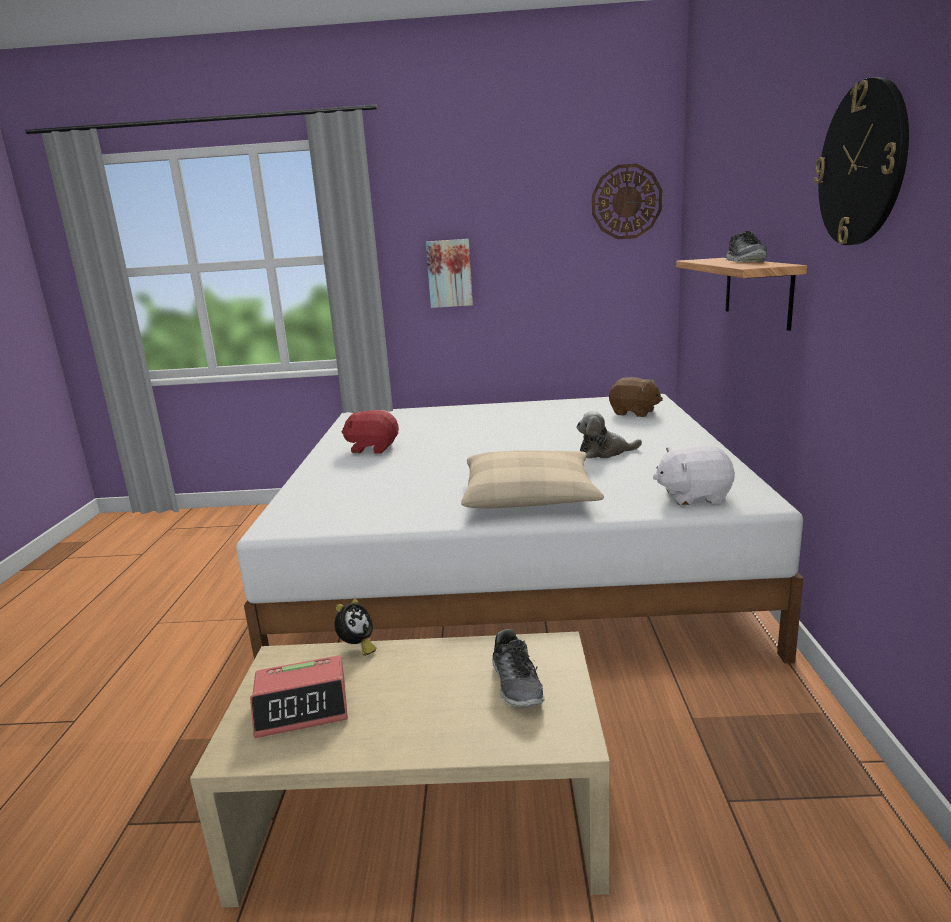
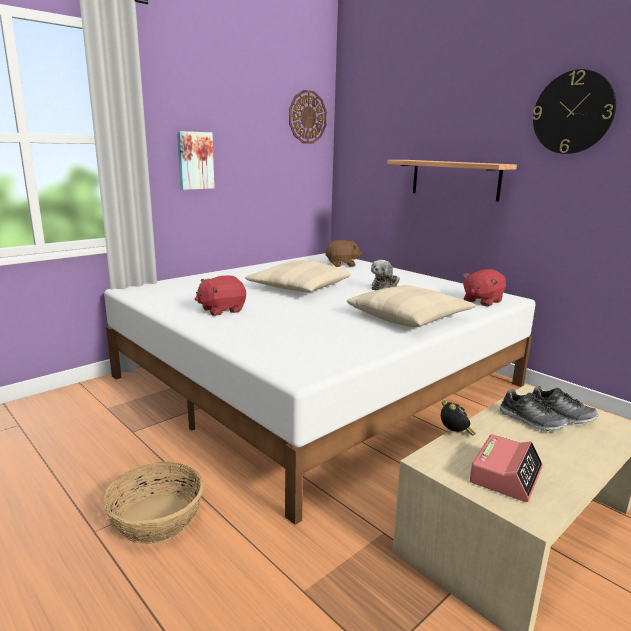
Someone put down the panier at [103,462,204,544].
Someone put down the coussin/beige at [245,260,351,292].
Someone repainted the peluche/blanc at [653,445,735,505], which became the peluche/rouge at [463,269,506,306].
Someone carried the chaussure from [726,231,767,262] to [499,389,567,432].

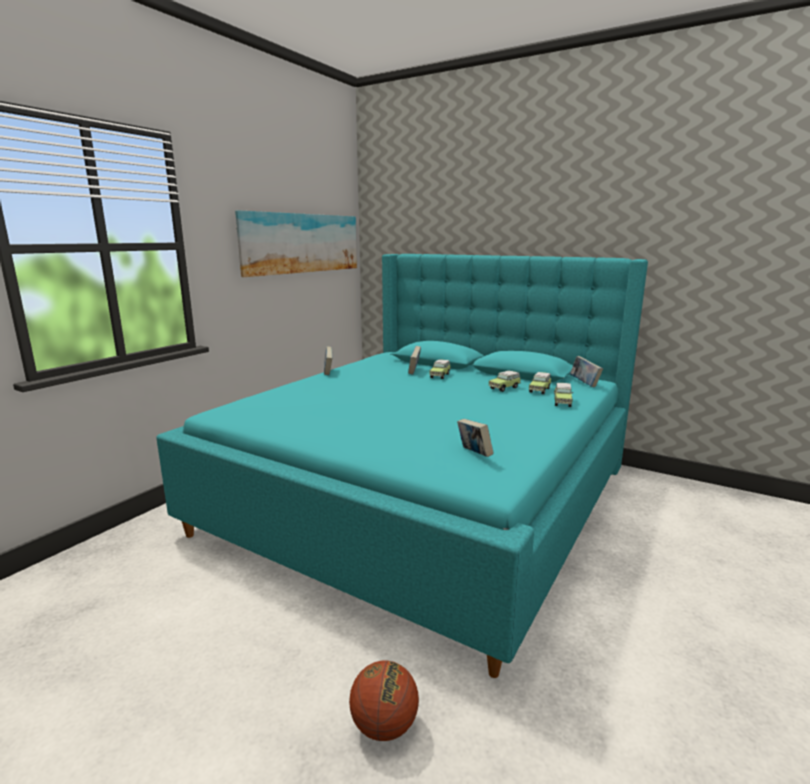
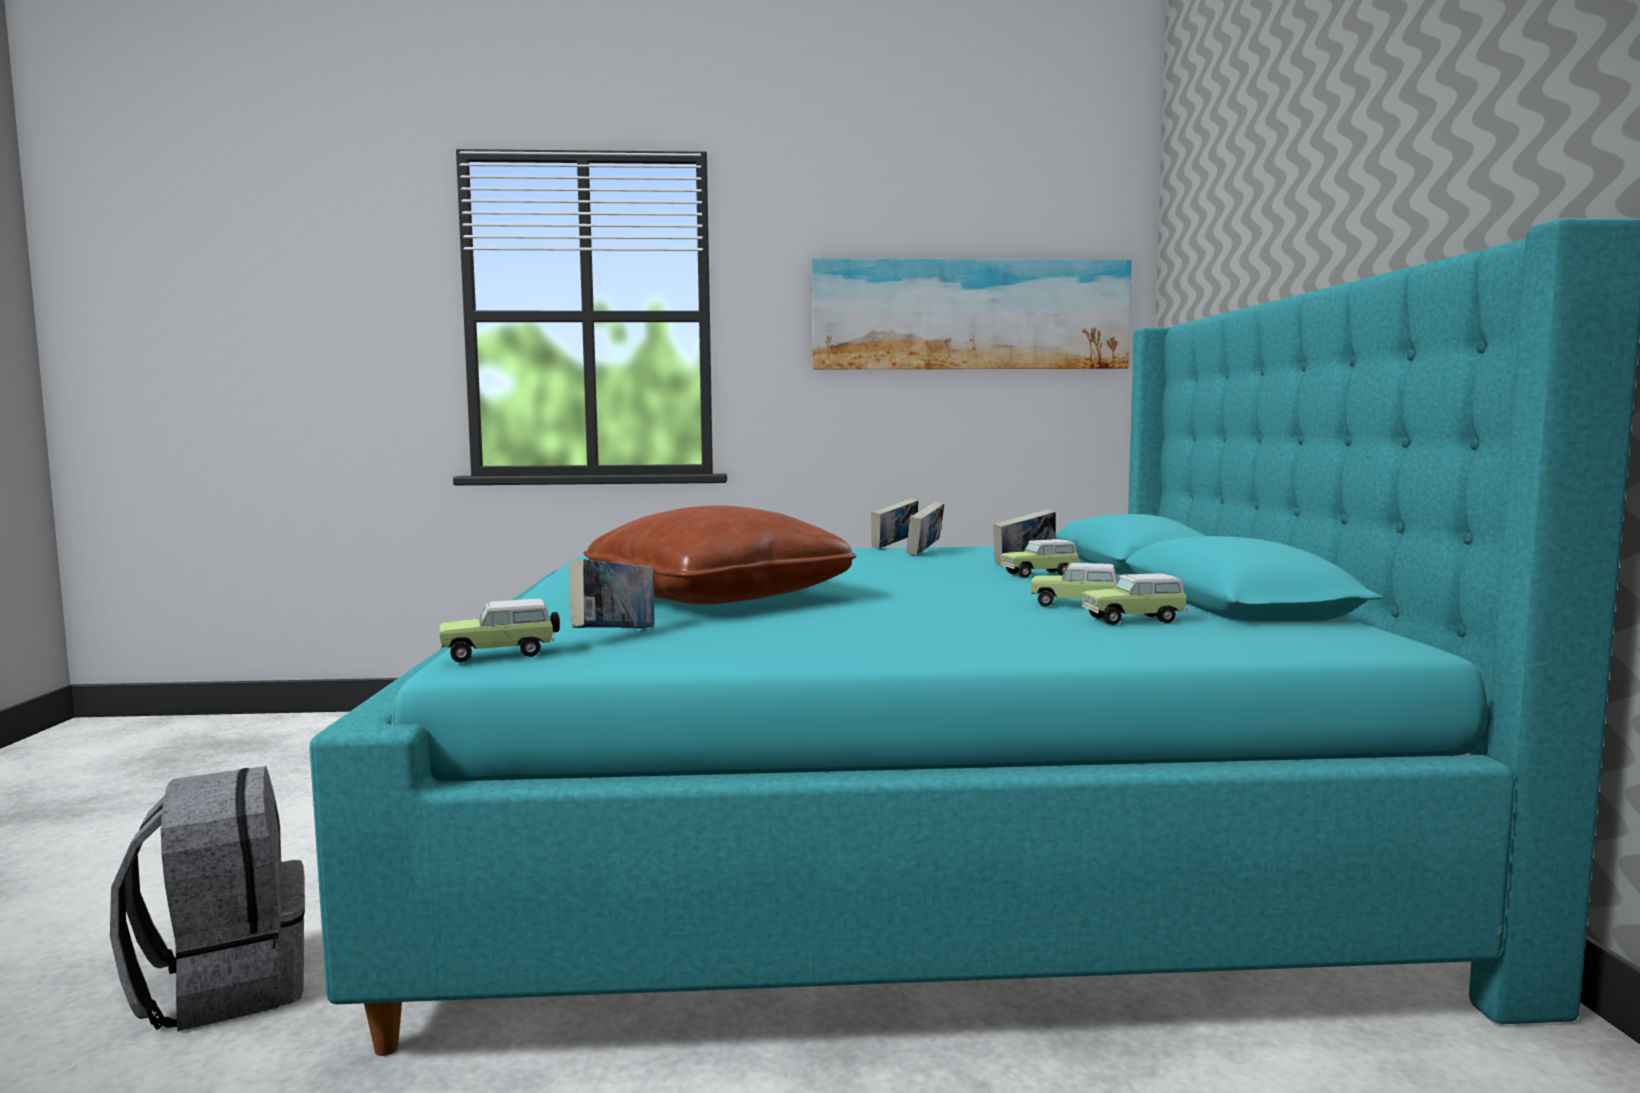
Someone swapped the ballon de basket at [349,661,419,741] for the sac à dos/gris at [110,766,305,1032].
Someone carried the petite voiture from [554,383,573,407] to [440,599,560,663].
Someone put down the coussin/marron at [583,505,856,604].
Someone carried the livre from [570,356,603,387] to [907,501,944,556].

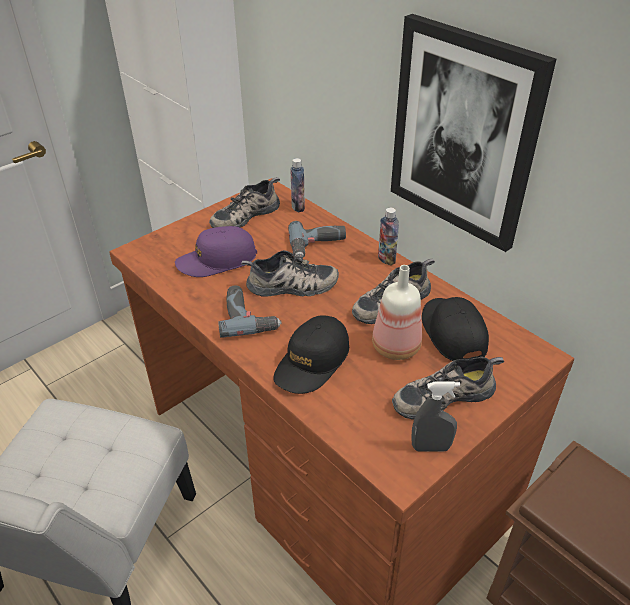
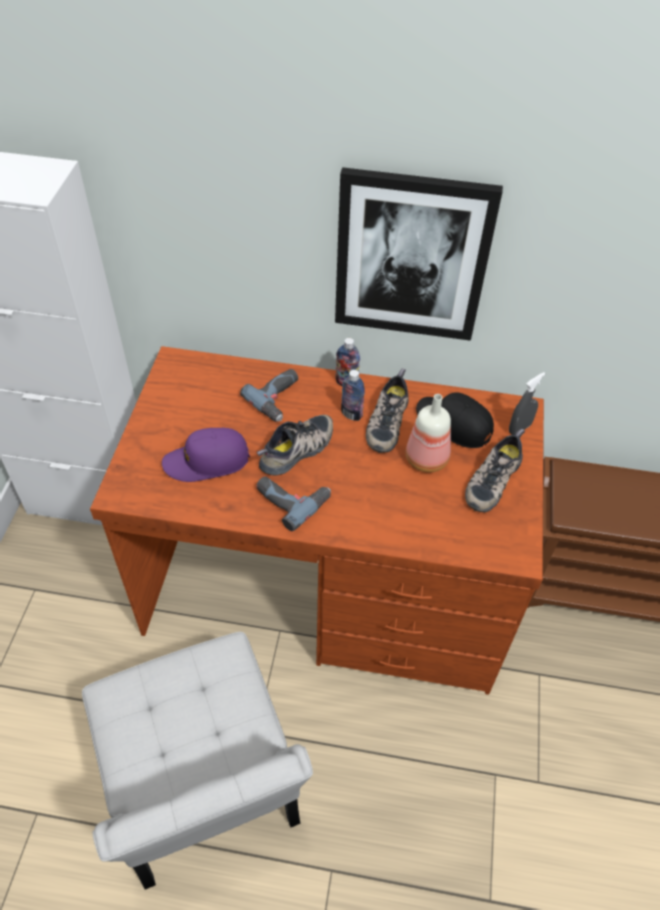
Someone rotated the casquette/violet at [175,226,257,277] by 45 degrees clockwise.
Someone carried the bouteille from [290,158,305,212] to [341,370,365,421].
Someone carried the vaporisateur/gris from [411,381,460,452] to [509,372,545,435].
Someone took away the chaussure at [209,177,280,228].
Someone took away the casquette/noir at [273,315,349,394].

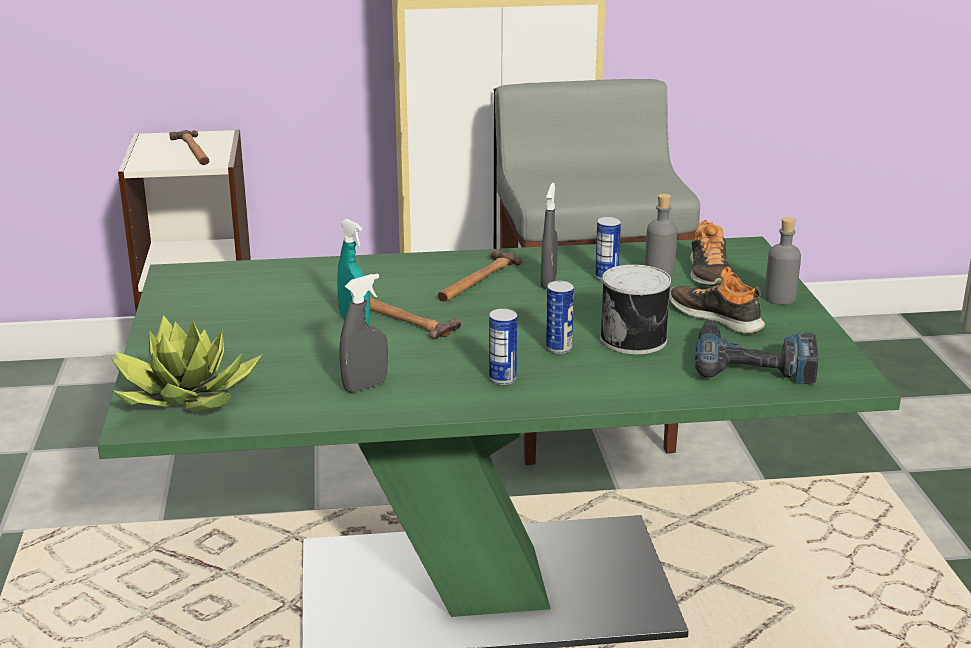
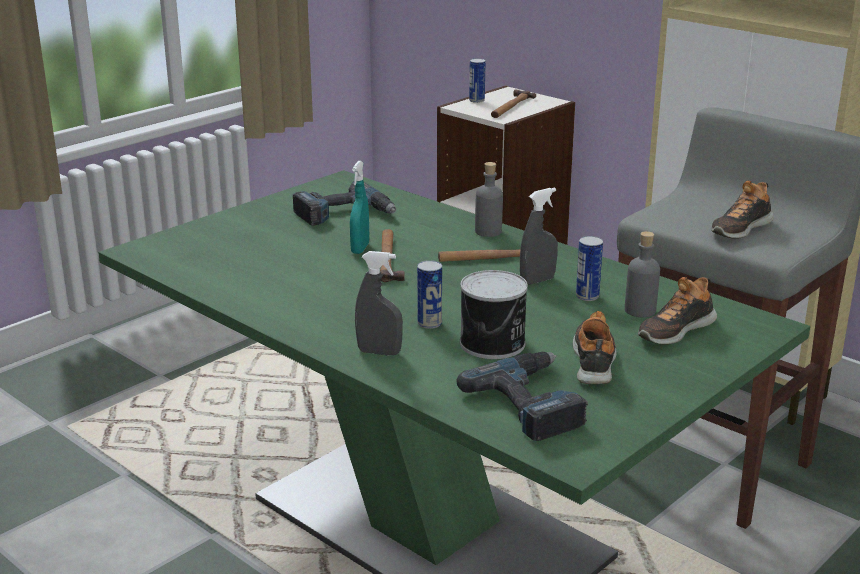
Someone put down the perceuse at [293,181,396,225].
Someone carried the vaporisateur/gris from [340,273,388,393] to [355,251,403,356].
Someone carried the boîte métallique from [489,309,517,385] to [469,58,486,103].
Someone carried the bouteille/gris from [764,217,801,305] to [475,162,503,237].
Someone put down the chaussure at [711,181,774,239].
Someone took away the plante en pot at [111,315,262,413].

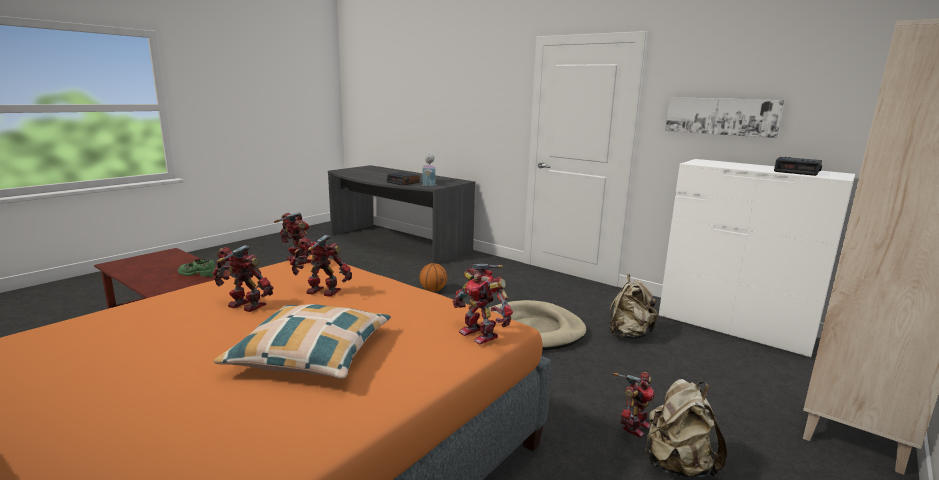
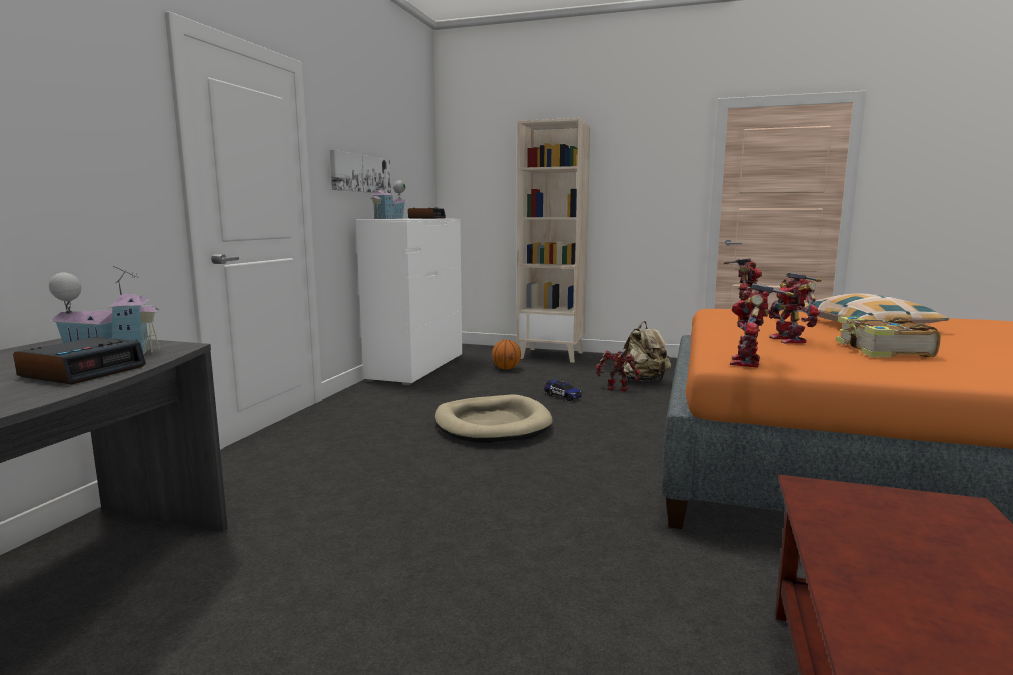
Someone put down the maison miniature at [371,178,406,219].
Someone carried the ballon de basket from [419,263,447,292] to [492,340,521,370].
Someone put down the petite voiture at [544,380,582,401].
Someone swapped the robot jouet at [213,245,273,312] for the livre at [836,317,941,357].
Someone took away the chaussure/vert at [178,259,216,277].
Someone took away the sac à dos/beige at [609,274,658,339].

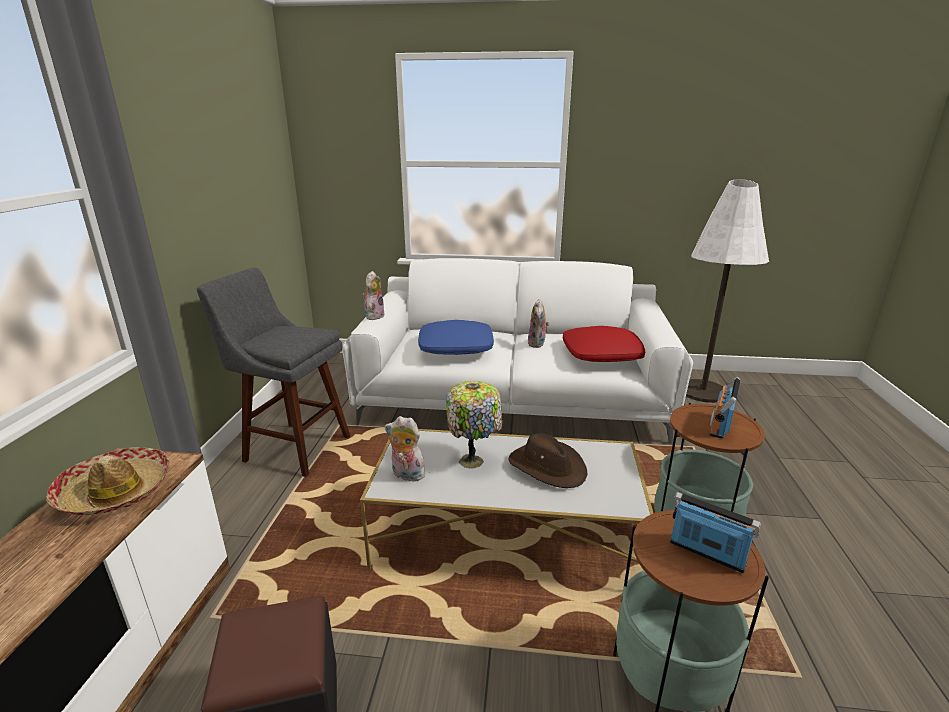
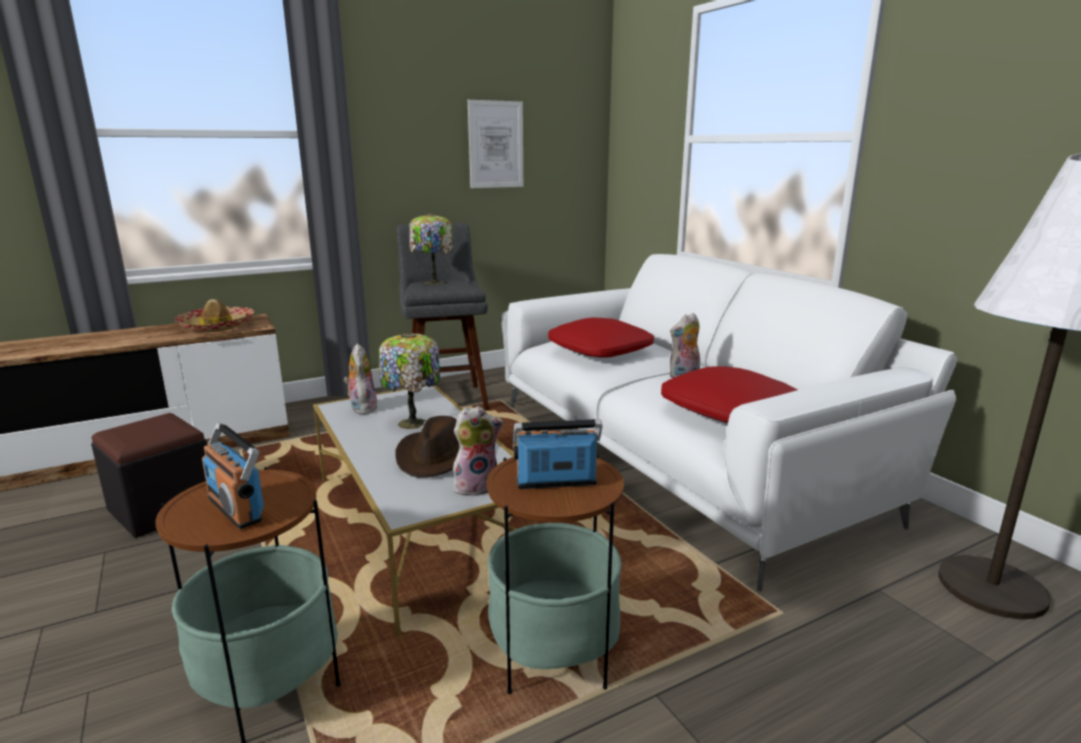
Someone rotated the radio at [670,492,761,573] by 135 degrees clockwise.
Someone put down the lampe de table at [409,213,453,284].
Someone carried the peluche from [362,271,384,320] to [453,406,503,498].
Someone put up the tableau at [468,100,523,188].
Someone repainted the coussin/bleu at [418,320,494,355], which became the coussin/rouge at [548,317,654,358].

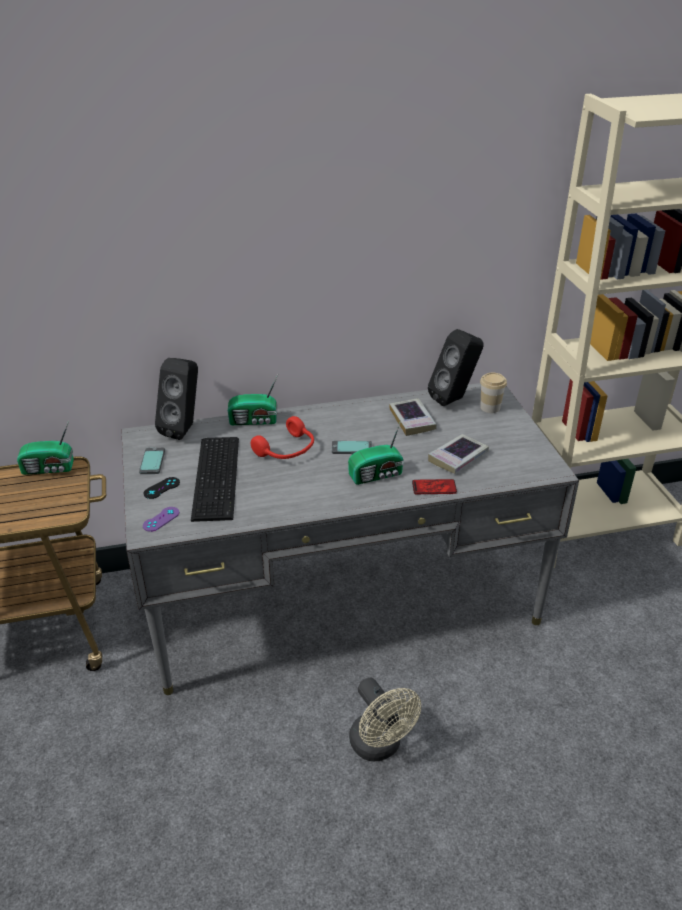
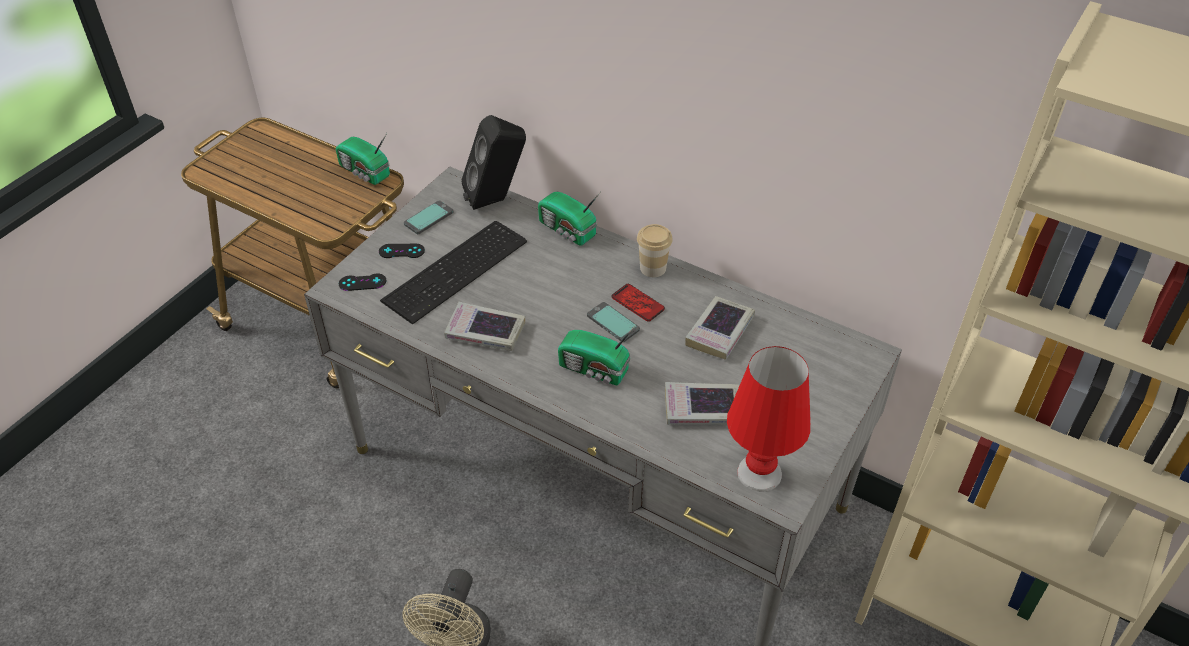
Someone repainted the manette/violet at [143,507,179,532], which became the manette/noir at [339,273,386,291].
Someone put down the livre at [444,302,525,351].
Someone carried the téléphone from [412,479,457,494] to [612,284,665,322].
Someone carried the tasse from [480,373,507,413] to [637,224,673,277].
Someone put down the lampe de table/rouge at [727,346,811,492].
Someone took away the casque audio/rouge at [251,416,314,459].
Someone took away the enceinte/noir at [428,329,484,406].

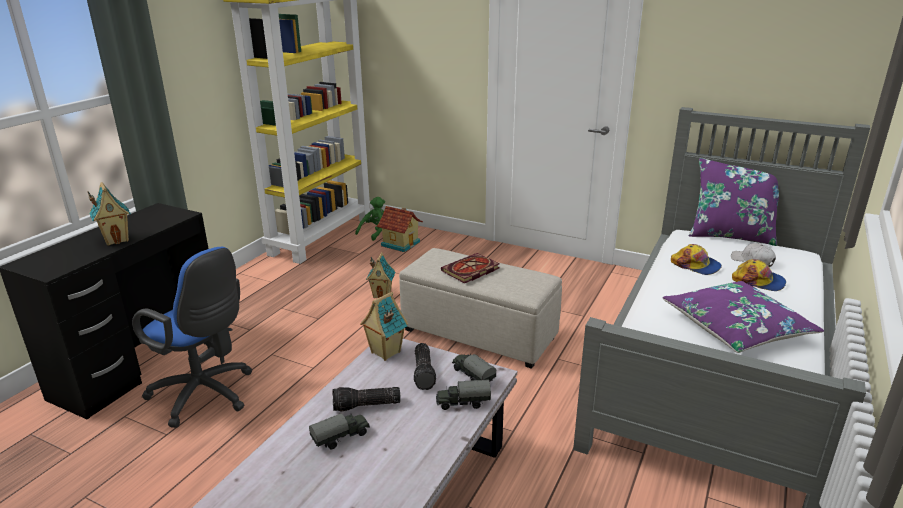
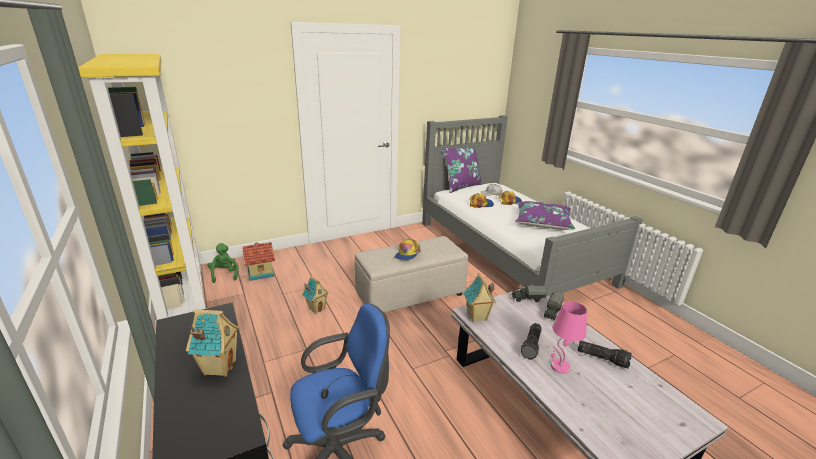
Someone swapped the livre at [441,253,500,283] for the casquette at [394,239,420,260].
Someone swapped the camion jouet at [309,413,370,449] for the lampe de table/rose at [551,301,587,374].
Someone carried the lampe de poche from [414,343,436,390] to [577,341,632,369].

